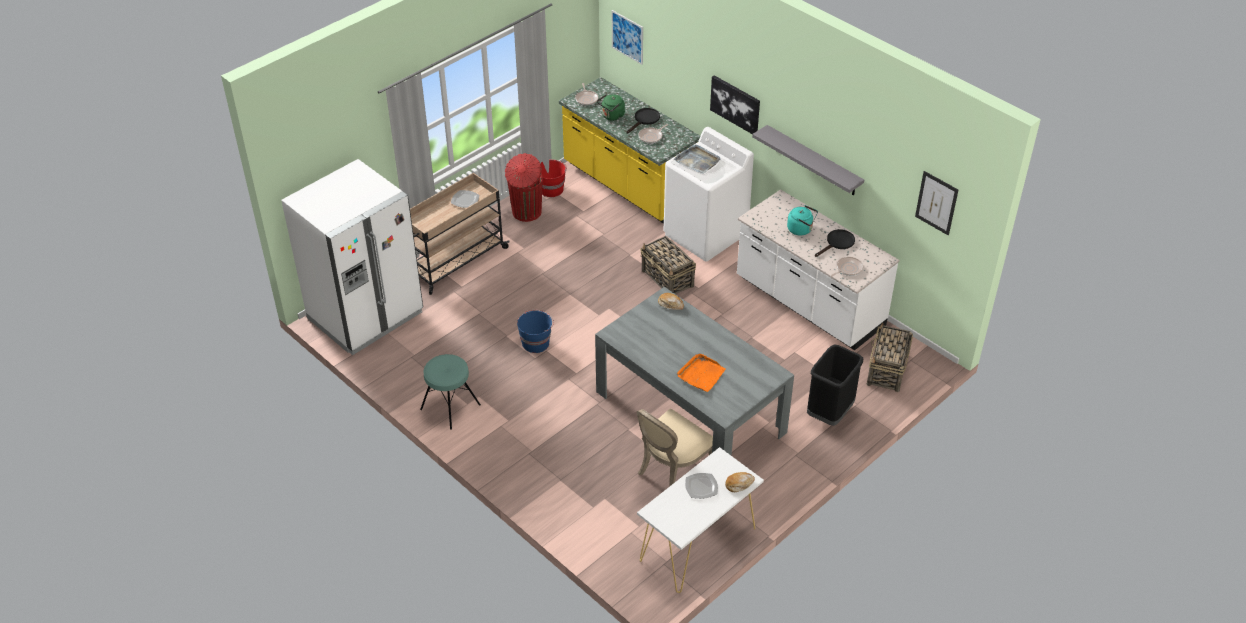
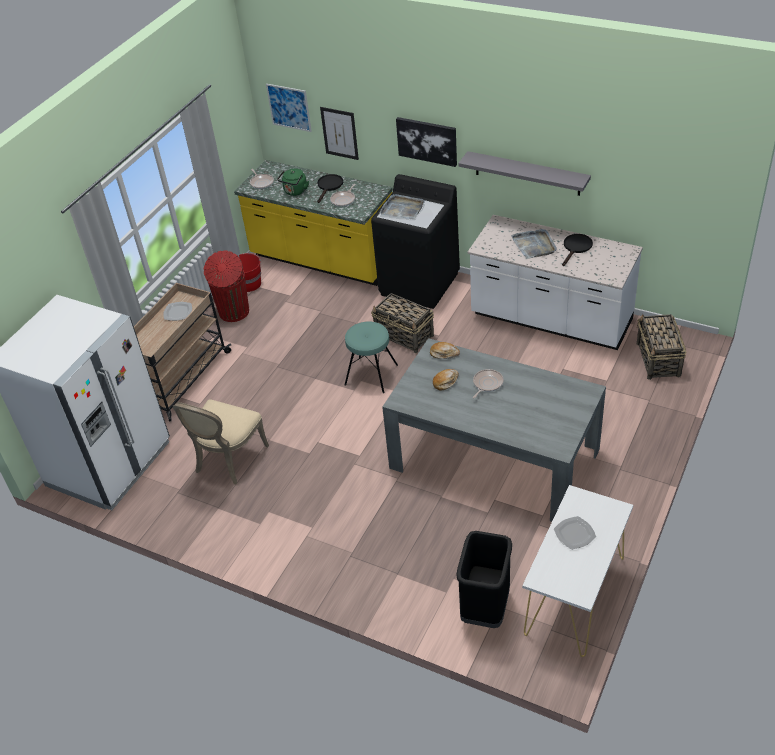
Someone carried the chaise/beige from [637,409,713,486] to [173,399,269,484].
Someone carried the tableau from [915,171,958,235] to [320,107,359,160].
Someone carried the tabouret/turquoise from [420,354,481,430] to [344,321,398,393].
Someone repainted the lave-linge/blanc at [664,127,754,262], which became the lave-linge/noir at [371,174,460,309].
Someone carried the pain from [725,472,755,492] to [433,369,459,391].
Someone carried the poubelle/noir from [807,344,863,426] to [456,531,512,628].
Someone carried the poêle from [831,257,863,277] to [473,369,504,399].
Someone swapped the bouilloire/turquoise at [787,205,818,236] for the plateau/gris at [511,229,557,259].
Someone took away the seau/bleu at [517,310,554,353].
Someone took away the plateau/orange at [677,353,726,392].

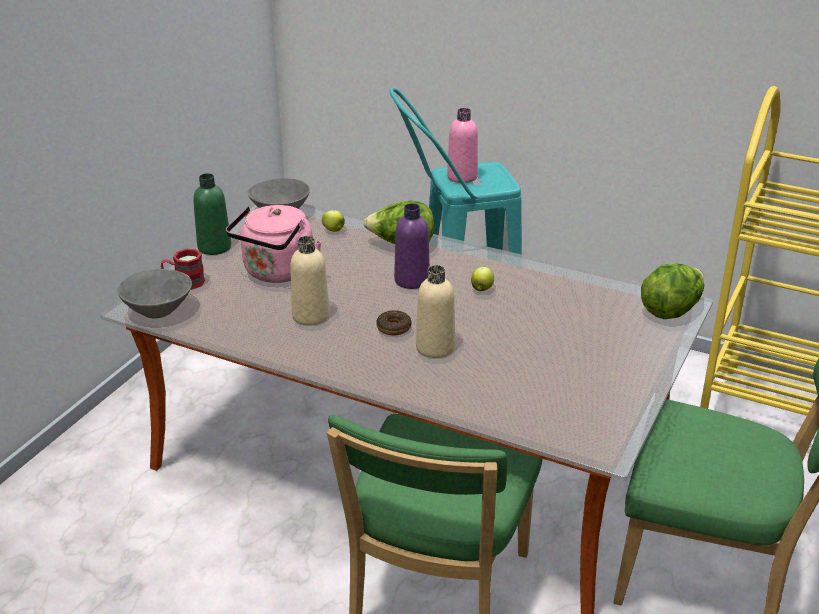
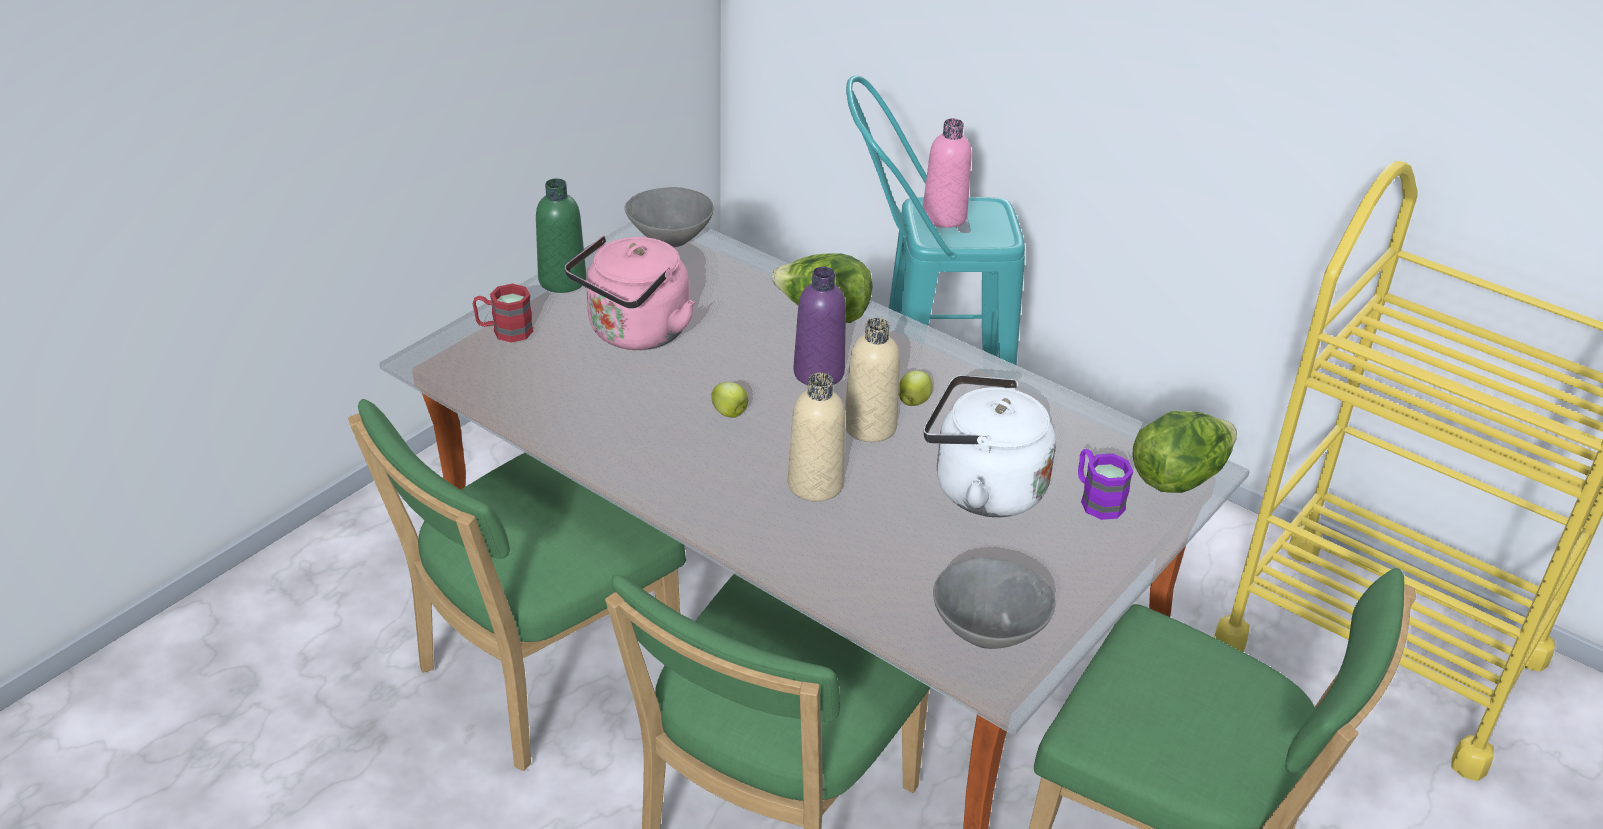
Someone put down the chaise/vert at [348,399,686,771].
Someone carried the pomme from [322,210,345,232] to [711,382,748,417].
Someone carried the bouteille/beige from [290,236,330,325] to [845,318,900,442].
Someone put down the bouilloire/blanc at [923,375,1056,517].
Someone carried the bol/gris from [118,269,192,318] to [933,557,1056,649].
Someone put down the mug/violet at [1078,449,1134,520].
Someone took away the beignet at [376,310,412,335].

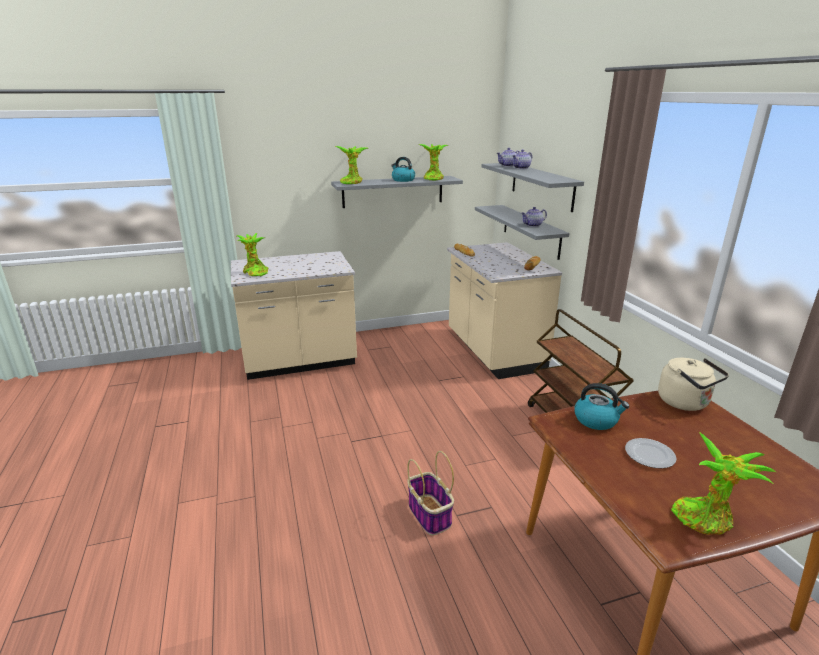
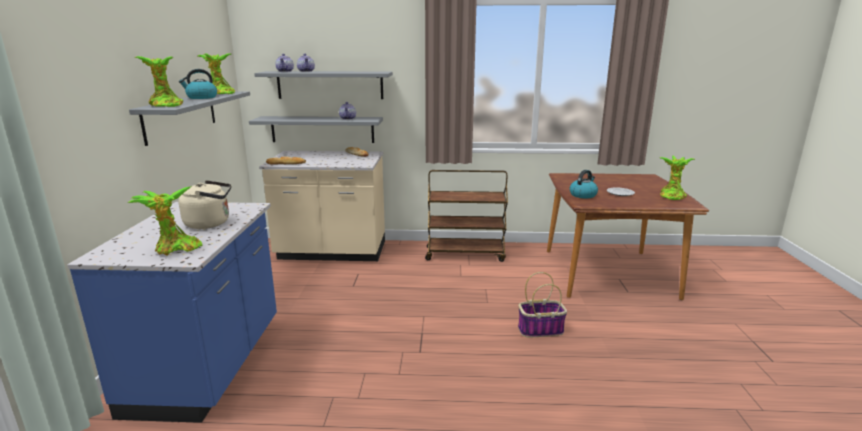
Someone repainted the comptoir de cuisine/beige at [231,251,357,380], which became the comptoir de cuisine/bleu at [67,202,277,423].
Someone carried the bouilloire/beige from [658,358,729,411] to [178,180,231,229].

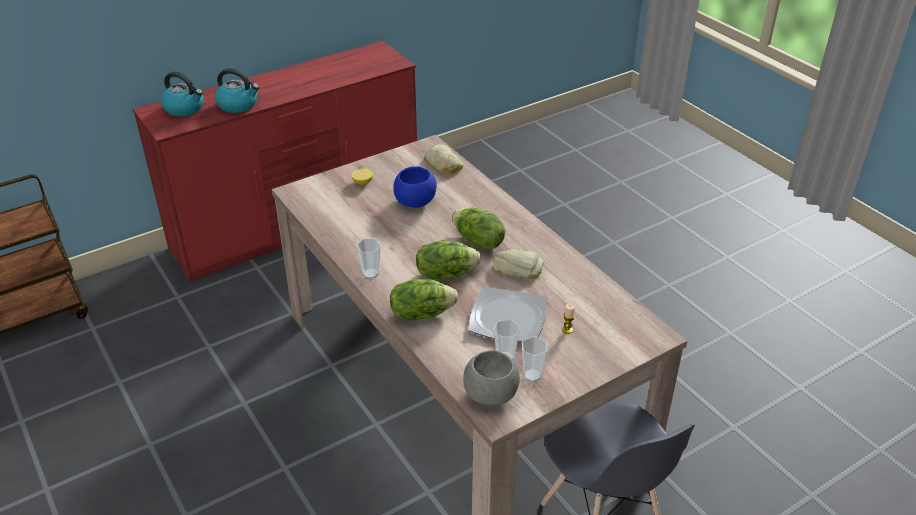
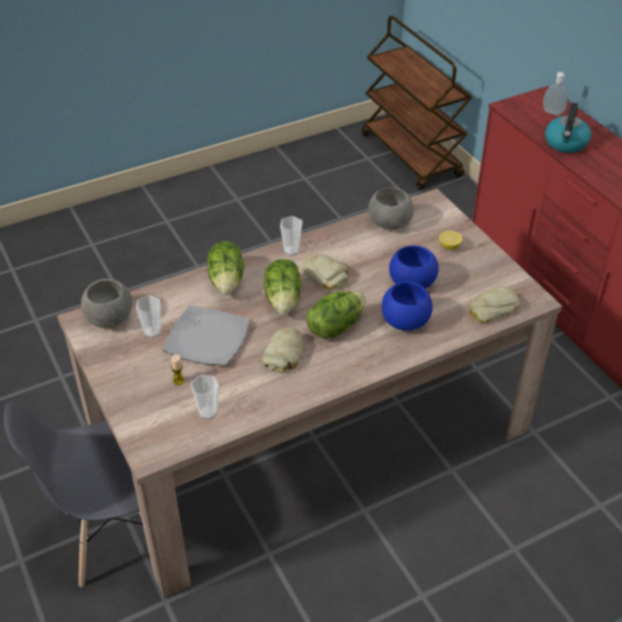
Someone carried the tasse from [522,336,548,382] to [191,375,219,419].
Someone put down the pain at [301,253,348,290].
Someone put down the bol/gris at [368,187,414,230].
Someone put down the bol/bleu at [382,281,433,330].
Someone swapped the bouilloire at [161,71,204,117] for the distributeur de savon at [543,72,568,115].

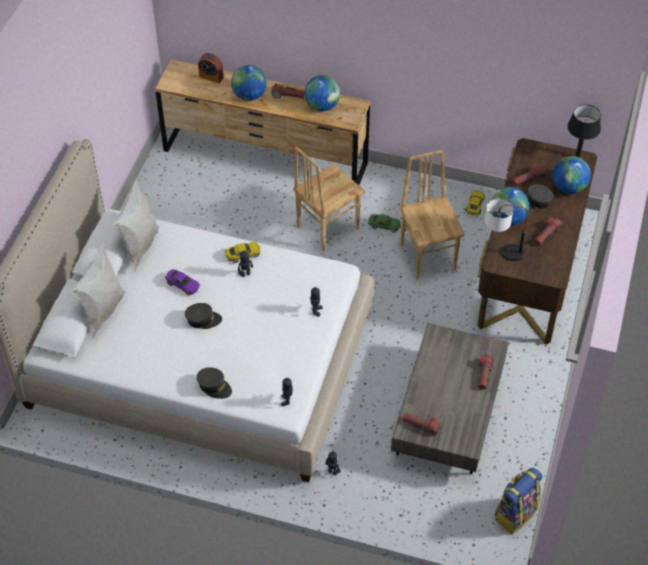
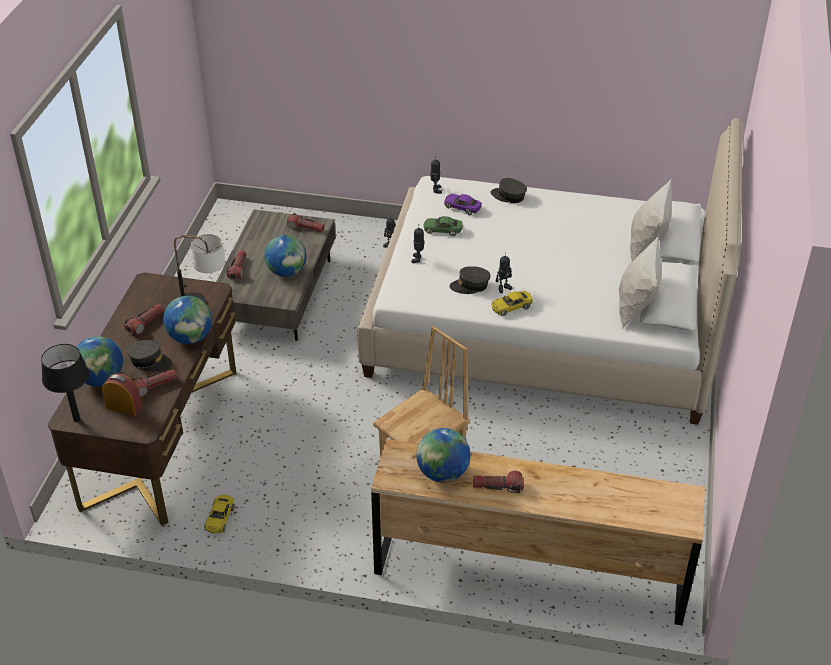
Someone carried the réveil from [198,53,224,83] to [102,373,142,416].
Someone carried the globe from [231,65,267,101] to [264,235,307,277].
Someone carried the petite voiture/vert from [369,214,401,233] to [423,216,463,236].
Someone carried the petite voiture/violet from [165,269,200,296] to [444,194,482,215].
Someone carried the casquette/gris from [185,303,222,329] to [449,266,490,294].
Someone took away the chaise/marron at [400,150,465,280].
Someone took away the sac à dos at [495,468,542,534].

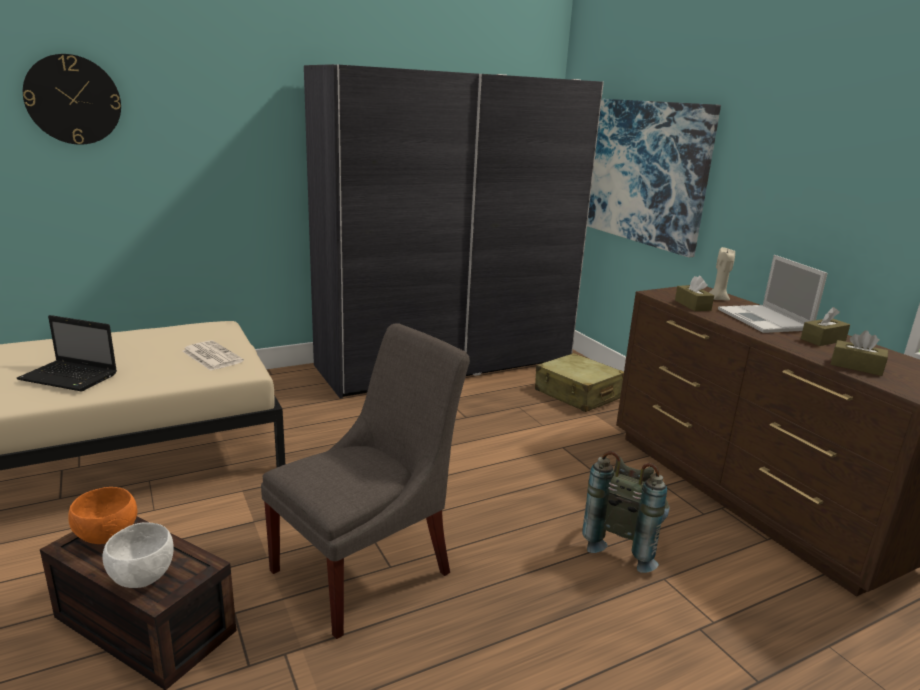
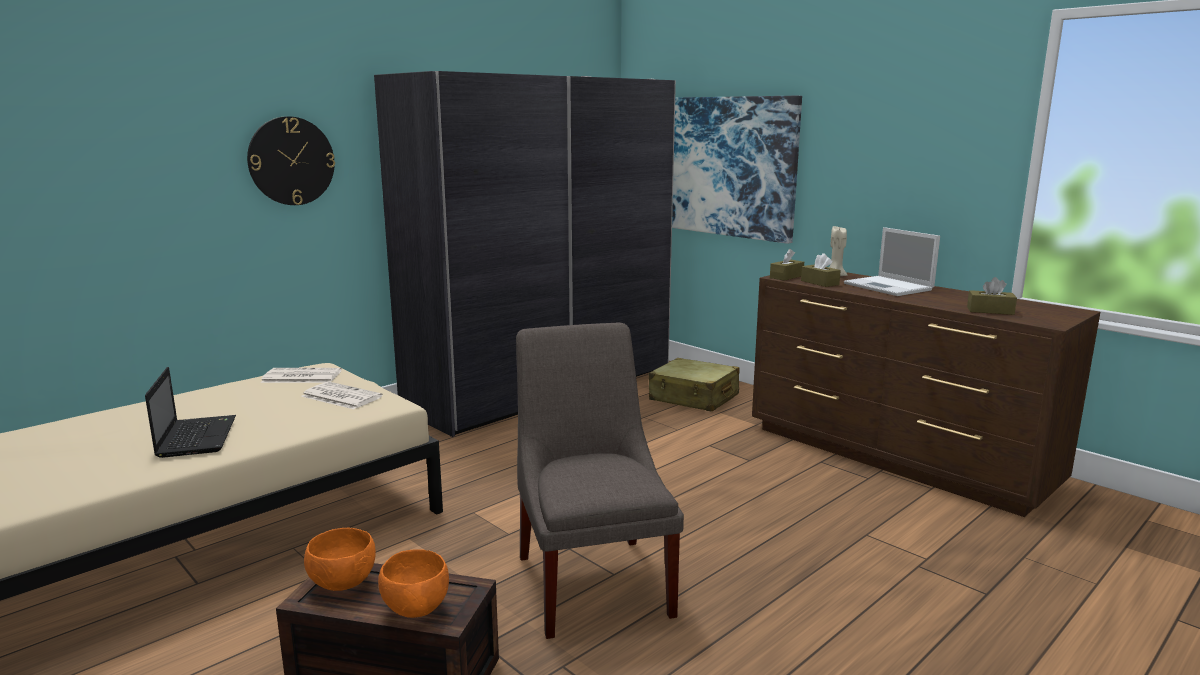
Someone rotated the ordinateur portable at [16,315,117,392] by 105 degrees counterclockwise.
Someone carried the horloge murale from [23,54,121,145] to [247,116,335,205].
Someone put down the journal at [261,368,342,383].
Someone repainted the bol/blanc at [102,522,174,588], which became the bol/orange at [378,549,449,618].
Someone rotated the chaise/gris at [261,323,470,639] by 45 degrees counterclockwise.
Someone carried the boîte à mouchoirs/marron from [801,307,850,346] to [770,249,804,281].
Someone took away the sac à dos/gris at [582,451,670,573].

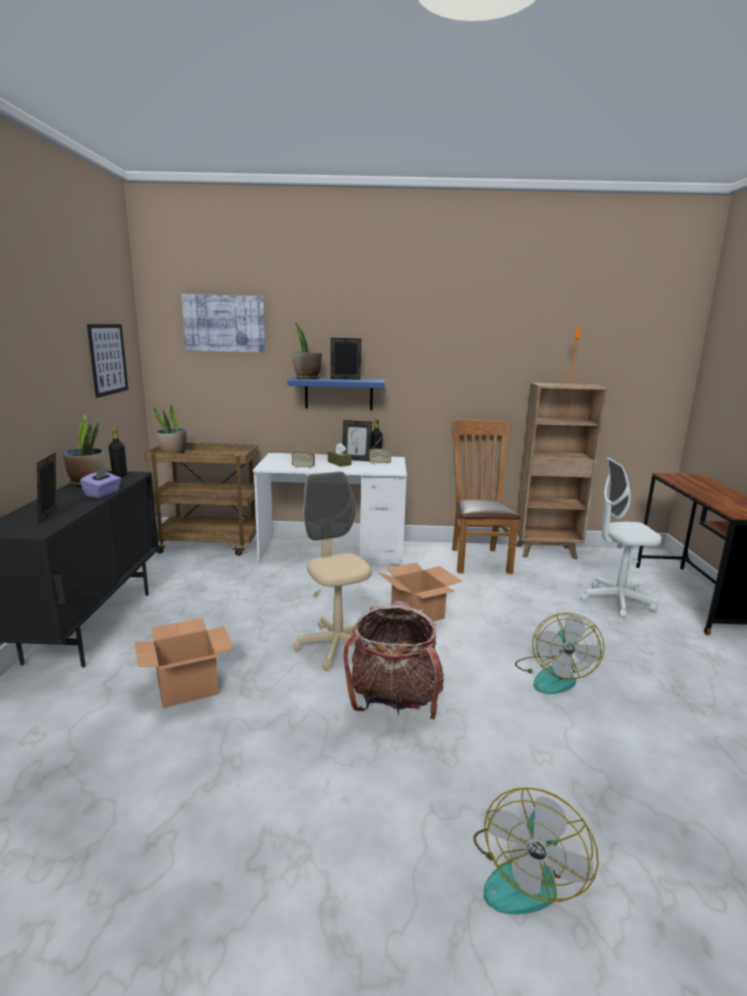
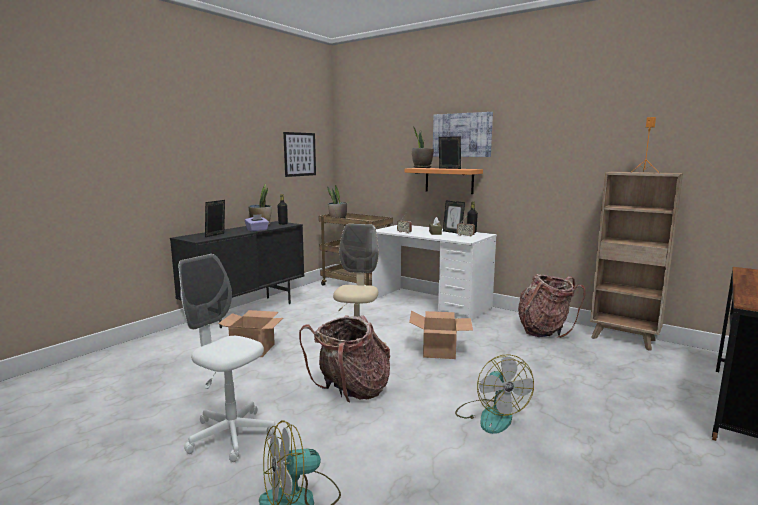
Someone carried the chaise de bureau/blanc from [580,457,662,618] to [178,254,275,462].
Someone repainted the étagère/bleu at [287,377,385,410], which became the étagère/orange at [405,168,483,194].
Someone carried the tableau from [181,294,265,353] to [433,112,493,157].
Someone rotated the ventilateur at [515,613,605,694] by 60 degrees counterclockwise.
Someone swapped the chaise/marron at [452,419,521,574] for the sac à dos at [518,274,586,338].

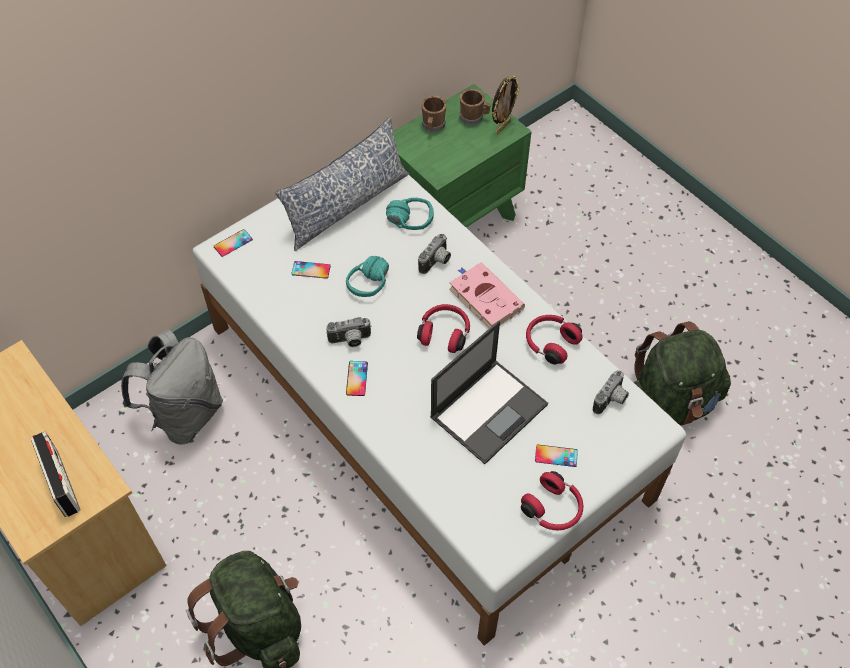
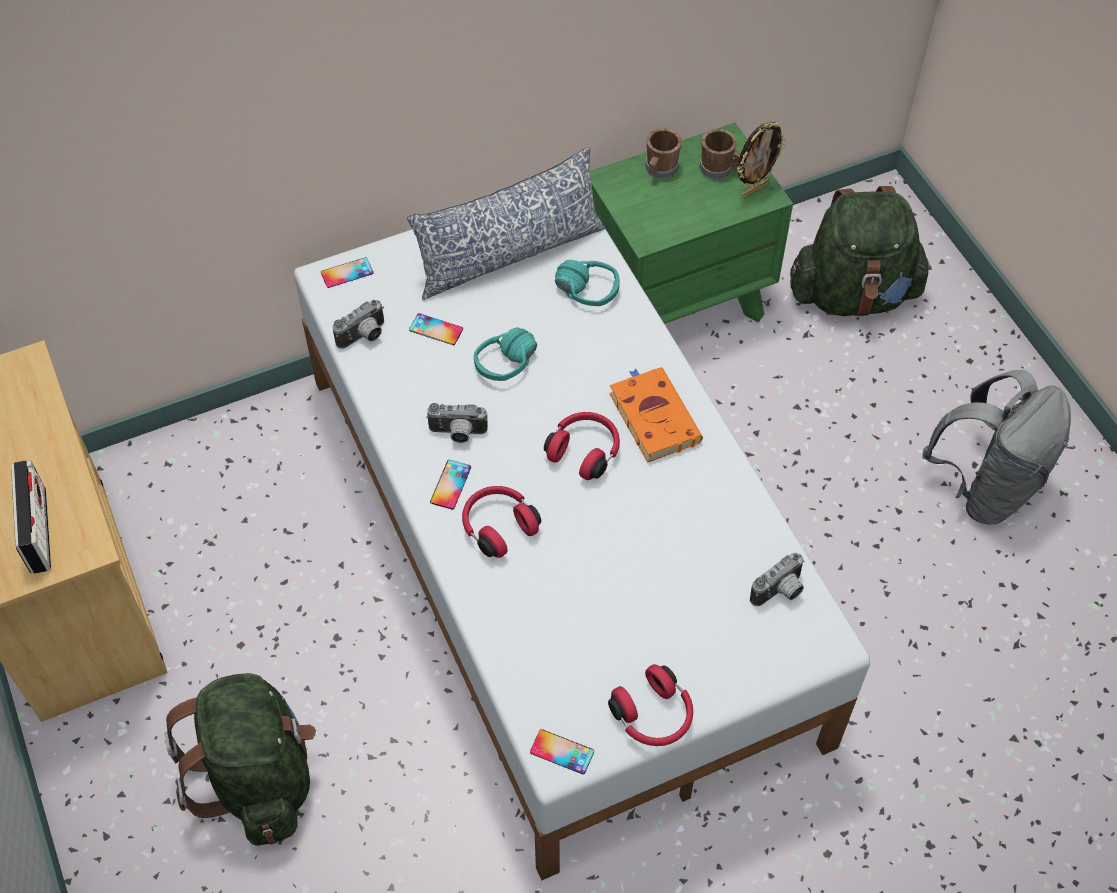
Someone carried the appareil photo from [418,234,451,274] to [332,300,384,349].
Someone carried the casque audio/rouge from [526,315,583,365] to [462,486,541,558].
Someone carried the téléphone from [535,445,578,467] to [530,729,594,774].
Someone repainted the livre/rose at [449,262,525,329], which became the livre/orange at [609,367,703,463].
Someone carried the sac à dos/vert from [634,321,731,425] to [790,186,932,317].
Someone carried the sac à dos/gris from [121,330,223,445] to [922,370,1071,525].
Someone took away the ordinateur portable at [430,321,548,464].

